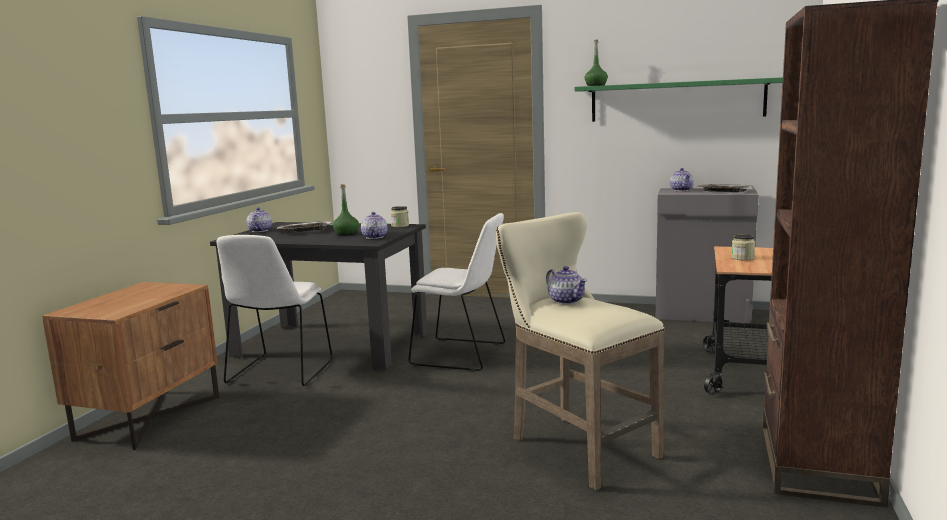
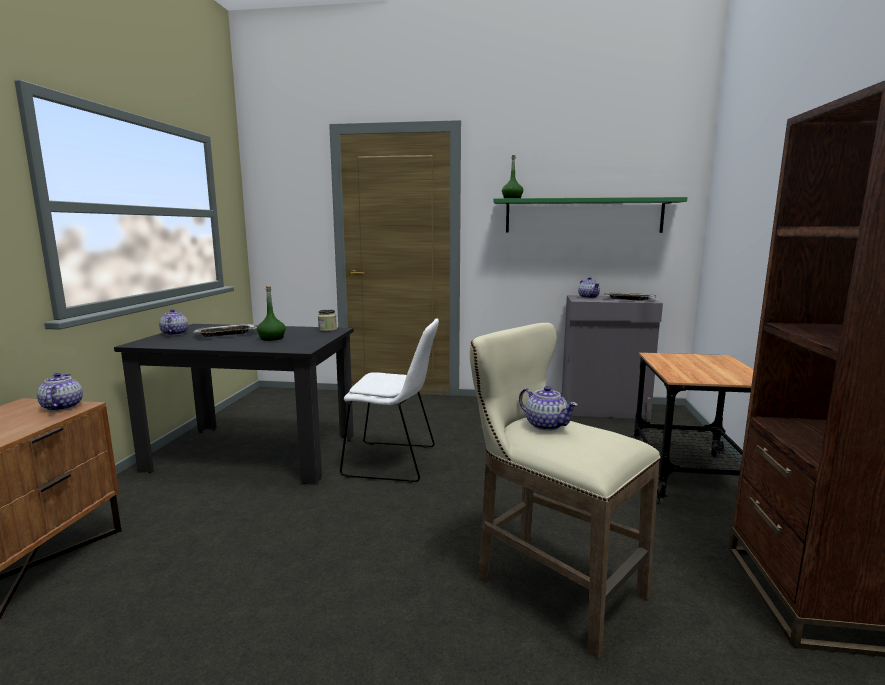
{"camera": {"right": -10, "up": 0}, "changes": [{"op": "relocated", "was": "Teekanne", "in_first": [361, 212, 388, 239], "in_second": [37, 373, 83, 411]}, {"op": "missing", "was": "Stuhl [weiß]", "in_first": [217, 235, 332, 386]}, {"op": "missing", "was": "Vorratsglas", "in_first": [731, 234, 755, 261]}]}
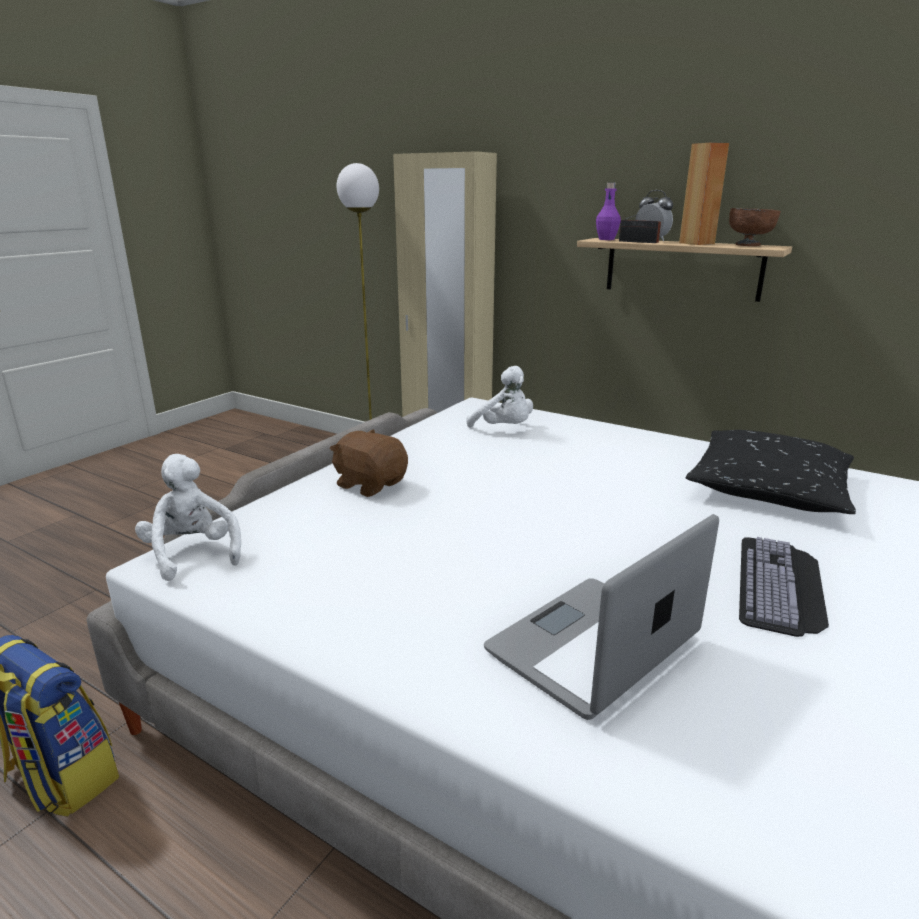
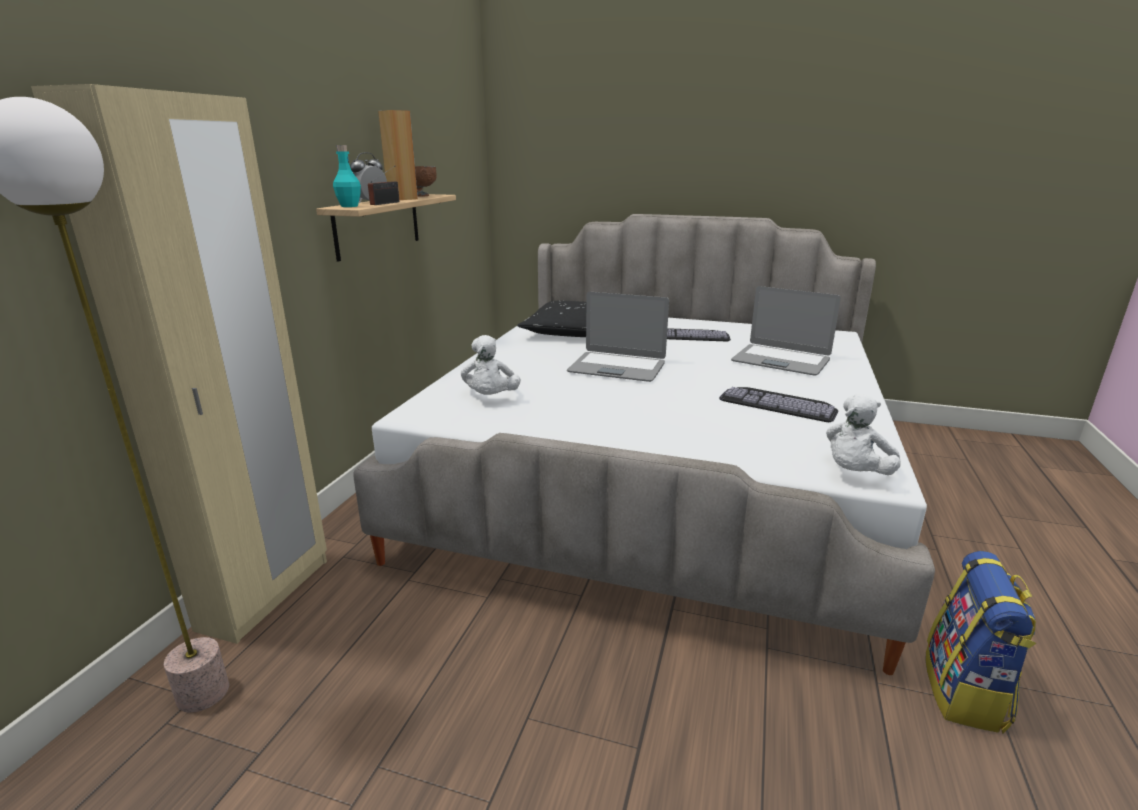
{"camera": {"right": -105, "up": 0}, "changes": [{"op": "colour", "was": "Flasche [lila]", "now": "Flasche [türkis]", "in_first": [596, 183, 621, 240], "in_second": [333, 145, 361, 207]}, {"op": "spun", "was": "Plüschtier [weiß]", "in_first": [466, 366, 533, 428], "in_second": [461, 335, 521, 395], "clockwise": 150}, {"op": "appeared", "now": "Laptop", "in_second": [567, 292, 669, 382]}, {"op": "appeared", "now": "Tastatur", "in_second": [719, 387, 838, 422]}, {"op": "missing", "was": "Plüschtier [braun]", "in_first": [330, 429, 408, 497]}]}
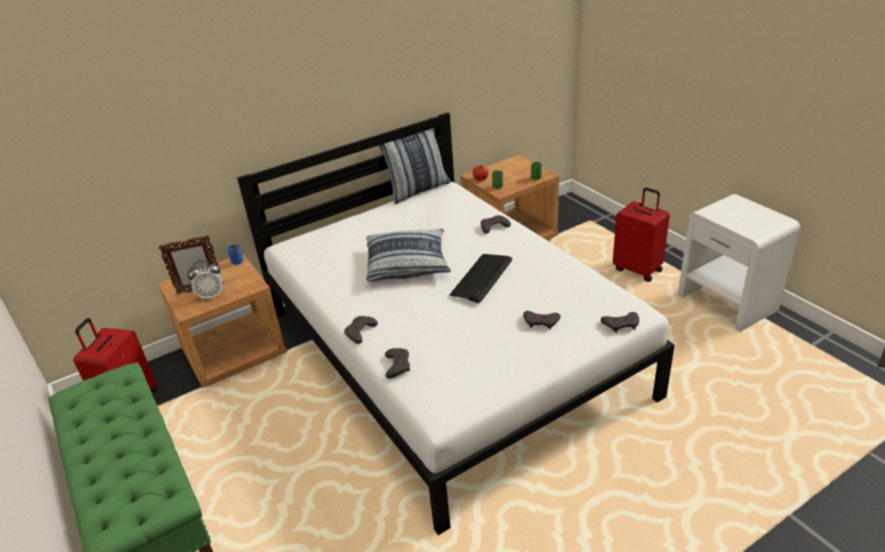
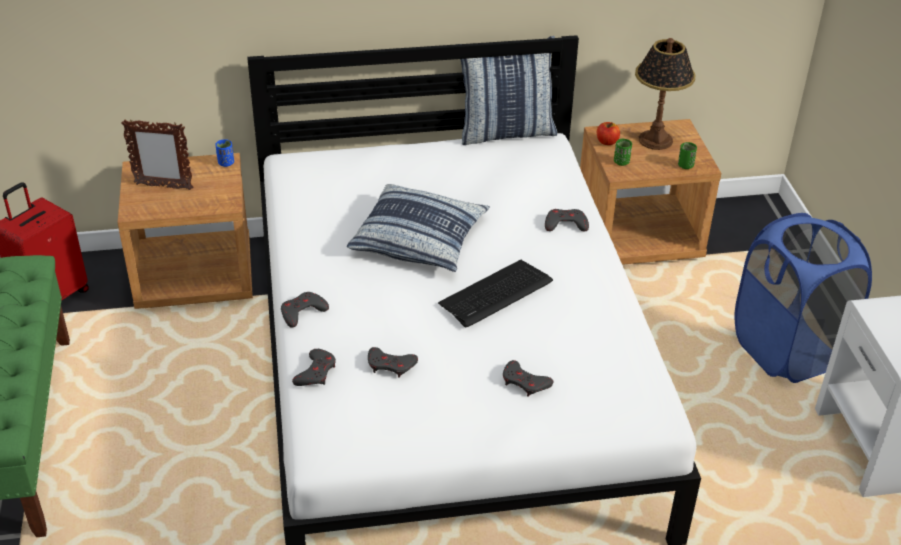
{"camera": {"right": 20, "up": 5}, "changes": [{"op": "relocated", "was": "Gamepad [grau]", "in_first": [601, 312, 639, 333], "in_second": [368, 347, 418, 378]}, {"op": "appeared", "now": "Tischlampe", "in_second": [635, 38, 696, 150]}, {"op": "exchanged", "was": "Koffer [rot]", "now": "Wäschekorb [blau]", "in_first": [613, 187, 670, 282], "in_second": [734, 213, 872, 383]}, {"op": "missing", "was": "Wecker", "in_first": [187, 261, 223, 301]}]}
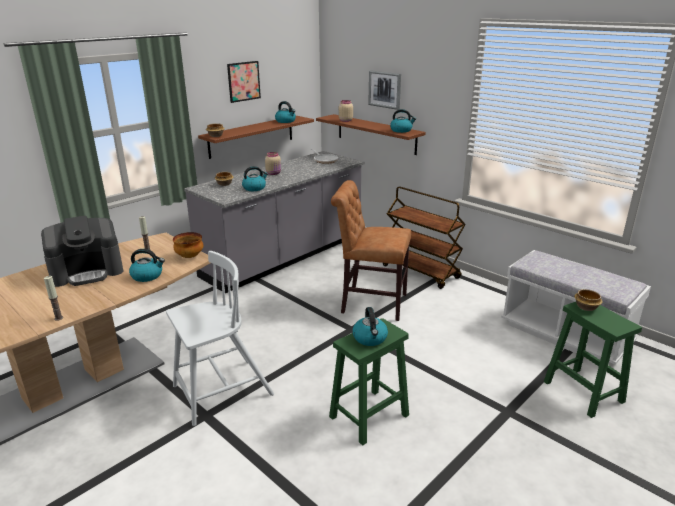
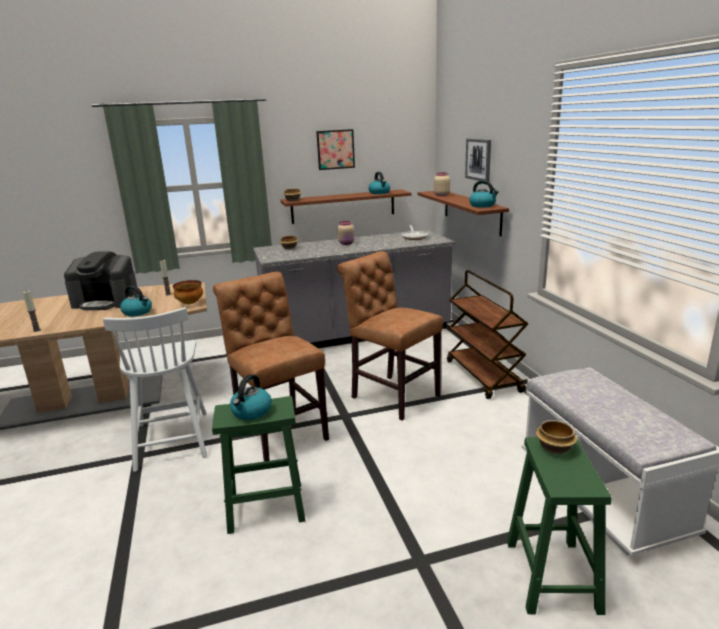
{"camera": {"right": 30, "up": -5}, "changes": [{"op": "spun", "was": "Stuhl [weiß]", "in_first": [166, 251, 274, 426], "in_second": [103, 307, 207, 472], "clockwise": 75}, {"op": "appeared", "now": "Stuhl [braun]", "in_second": [213, 272, 329, 462]}, {"op": "missing", "was": "Wasserkessel", "in_first": [242, 166, 268, 191]}]}
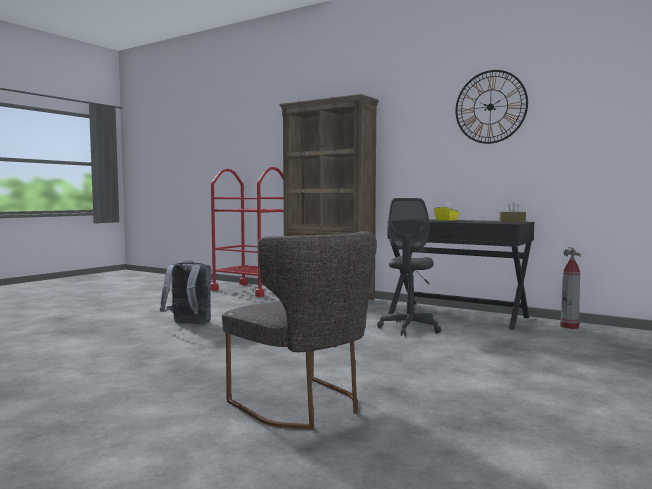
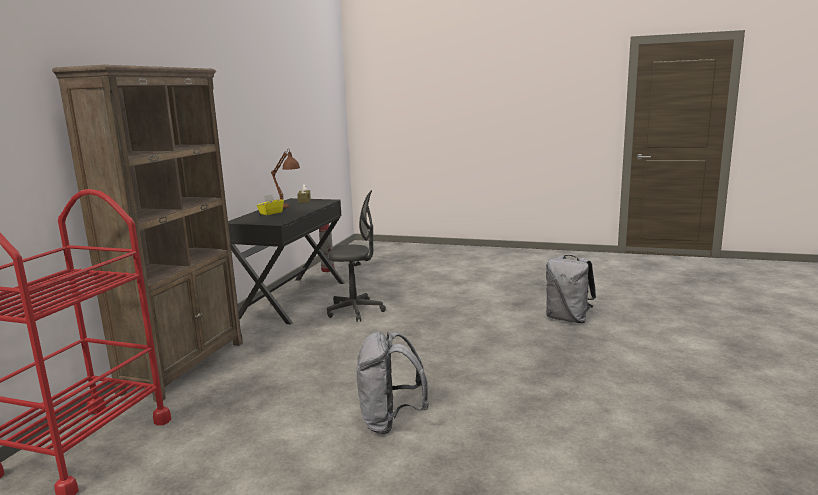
{"camera": {"right": -105, "up": 10}, "changes": [{"op": "appeared", "now": "Tischlampe [braun]", "in_second": [271, 148, 300, 209]}, {"op": "exchanged", "was": "Stuhl [grau]", "now": "Rucksack [grau]", "in_first": [222, 231, 377, 429], "in_second": [546, 255, 596, 323]}, {"op": "missing", "was": "Wanduhr", "in_first": [455, 70, 528, 144]}]}
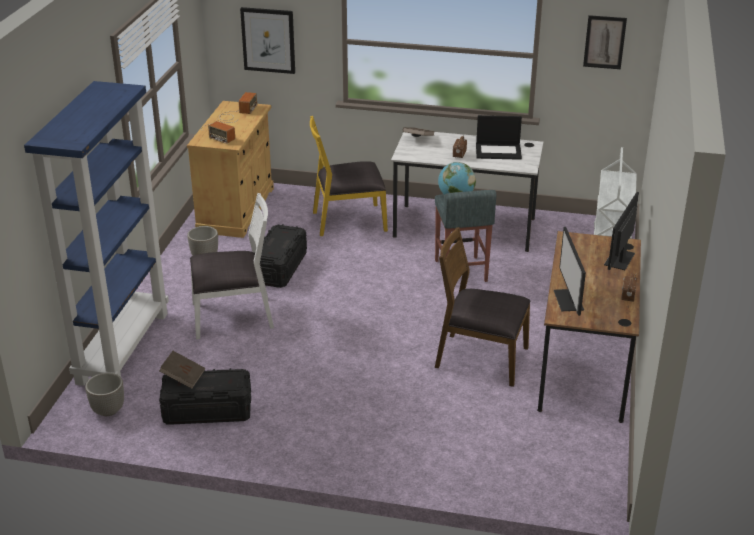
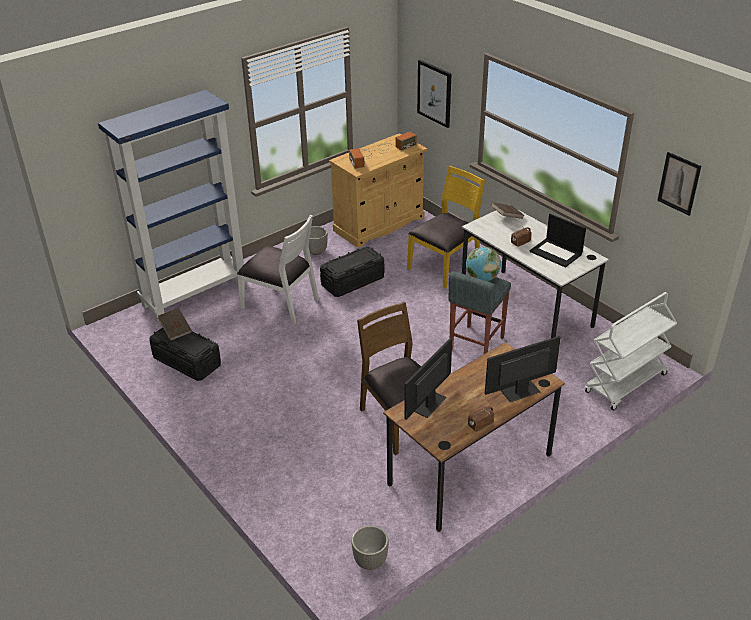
{"camera": {"right": 40, "up": 5}, "changes": [{"op": "relocated", "was": "Pflanzkübel", "in_first": [85, 373, 124, 416], "in_second": [351, 526, 389, 570]}, {"op": "spun", "was": "Stuhl [gelb]", "in_first": [310, 116, 388, 236], "in_second": [407, 166, 485, 288], "clockwise": 105}]}
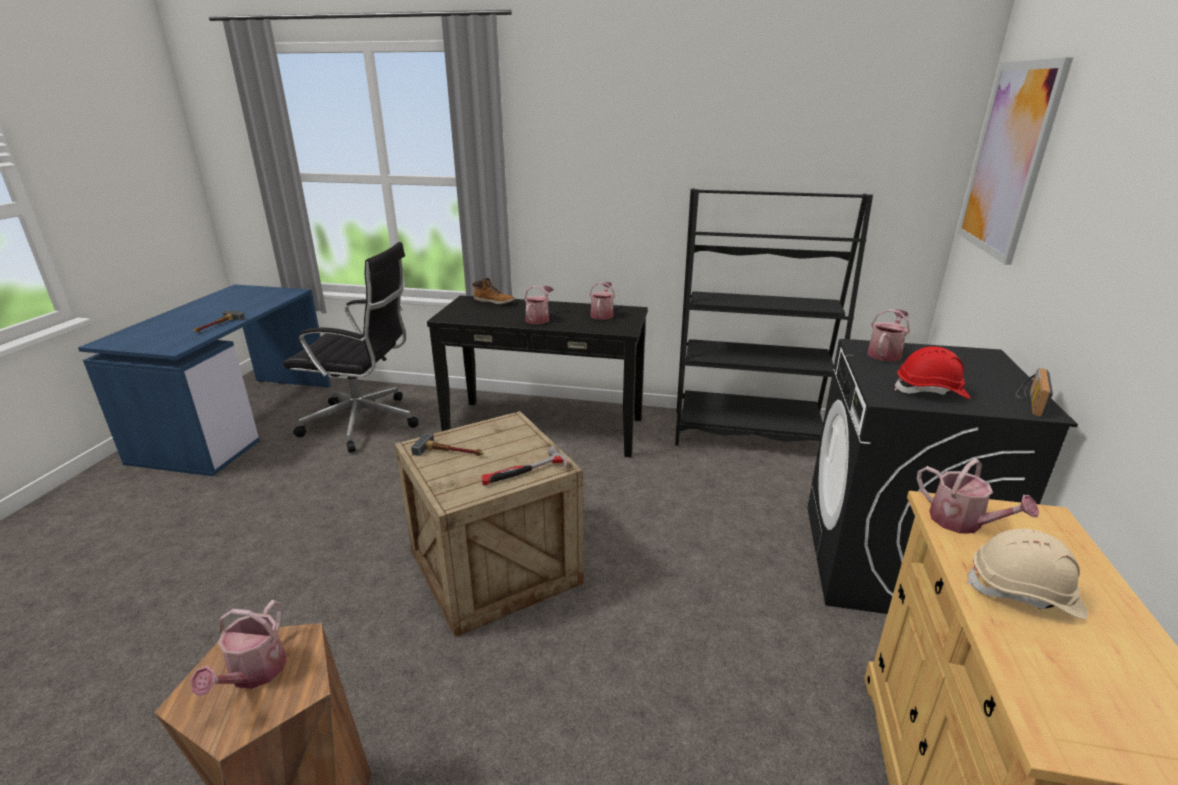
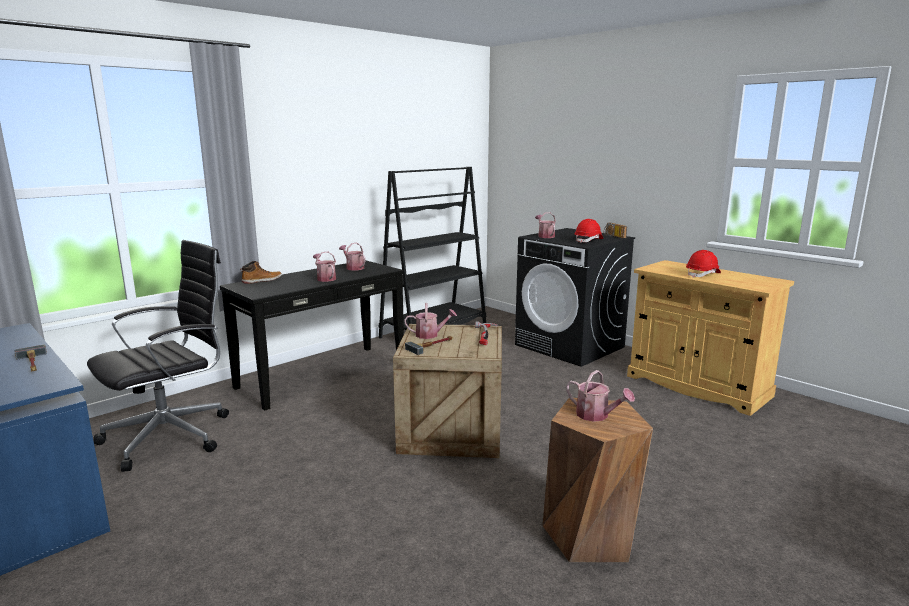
{"camera": {"right": -55, "up": -10}, "changes": [{"op": "relocated", "was": "Gießkanne", "in_first": [917, 459, 1039, 533], "in_second": [404, 303, 457, 339]}, {"op": "colour", "was": "Schutzhelm [beige]", "now": "Schutzhelm [rot]", "in_first": [967, 529, 1088, 620], "in_second": [686, 250, 721, 278]}, {"op": "missing", "was": "Bild", "in_first": [957, 57, 1073, 265]}]}
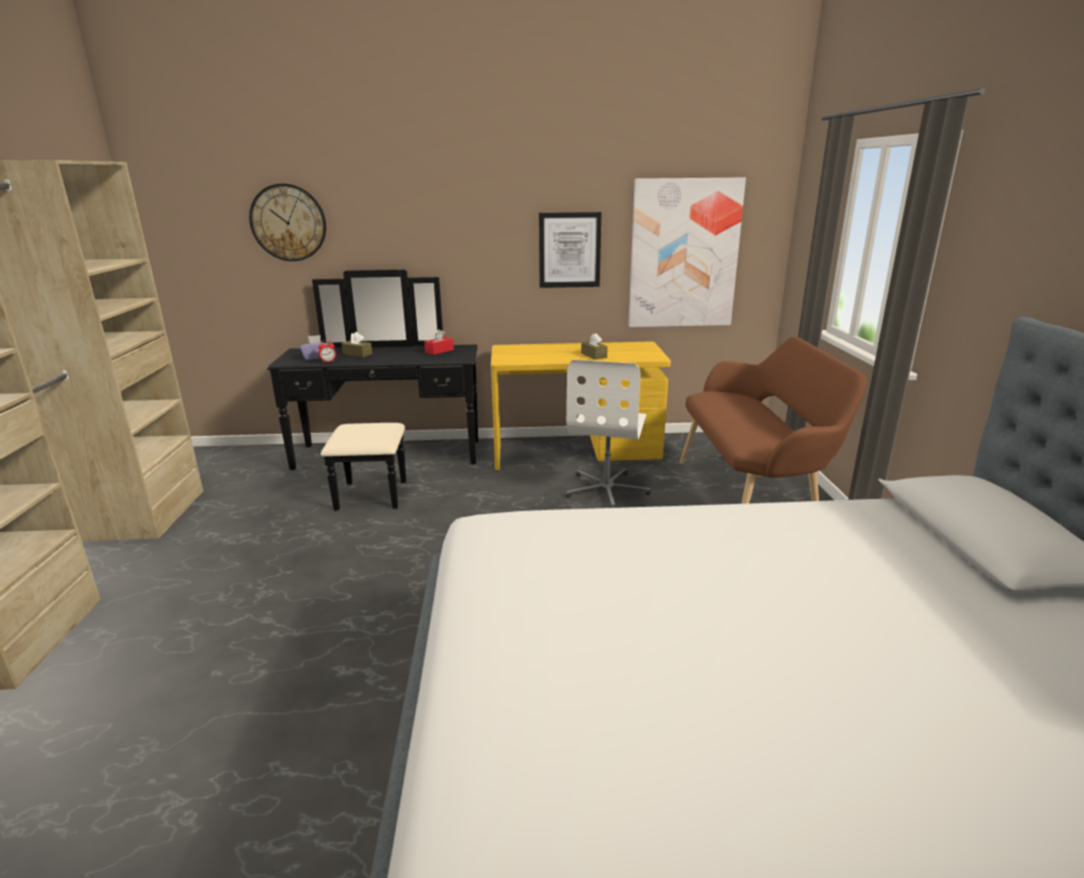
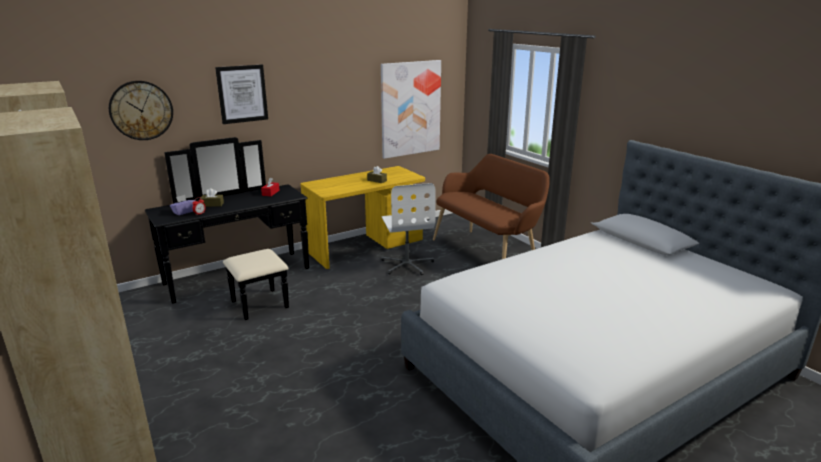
{"camera": {"right": -30, "up": 0}, "changes": [{"op": "relocated", "was": "Bild", "in_first": [539, 212, 601, 288], "in_second": [215, 65, 268, 124]}]}
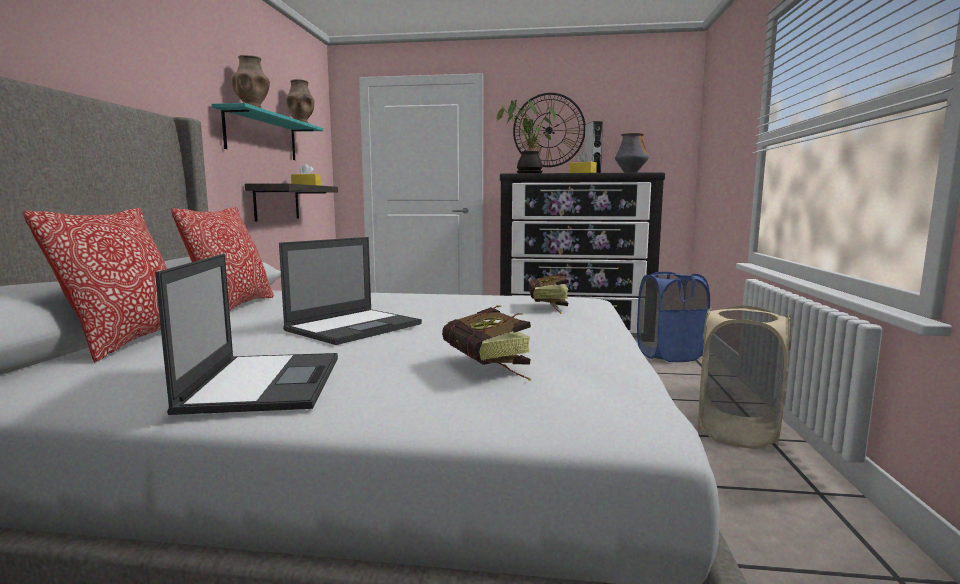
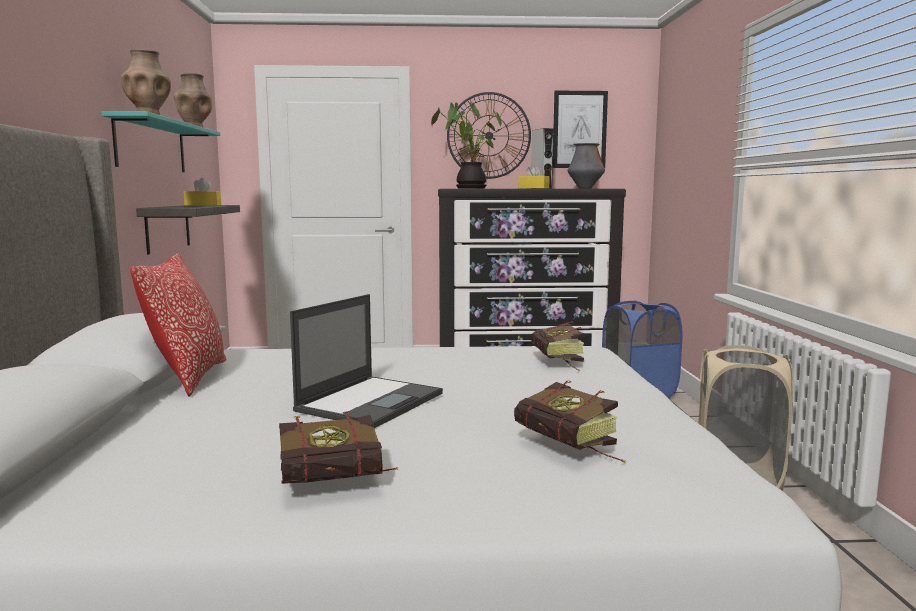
{"camera": {"right": -10, "up": 0}, "changes": [{"op": "exchanged", "was": "Laptop", "now": "Buch", "in_first": [155, 254, 338, 415], "in_second": [279, 411, 398, 484]}, {"op": "appeared", "now": "Bild", "in_second": [553, 91, 608, 168]}, {"op": "missing", "was": "Kissen", "in_first": [23, 208, 167, 363]}]}
